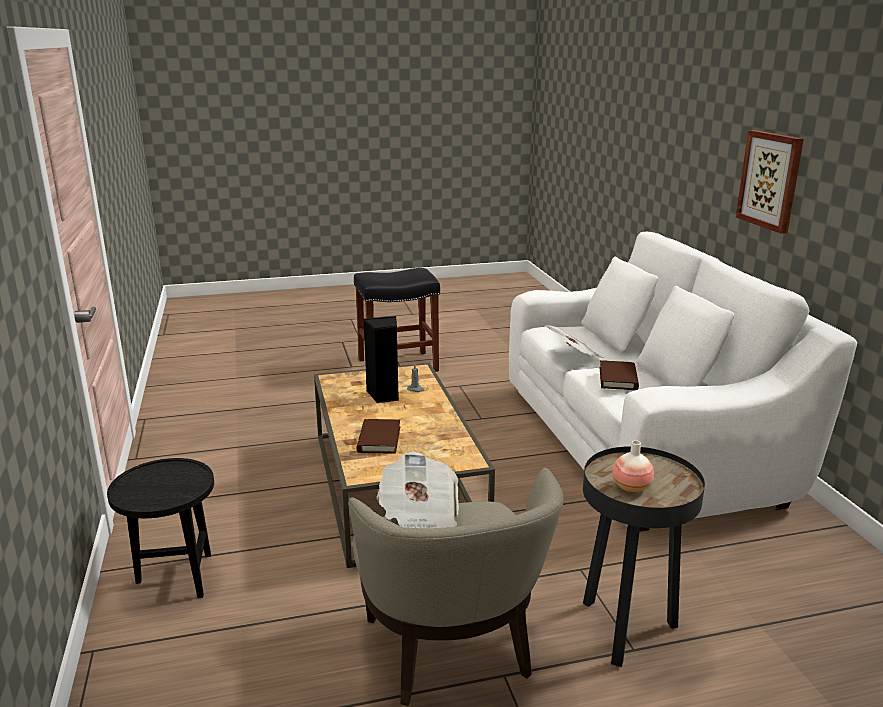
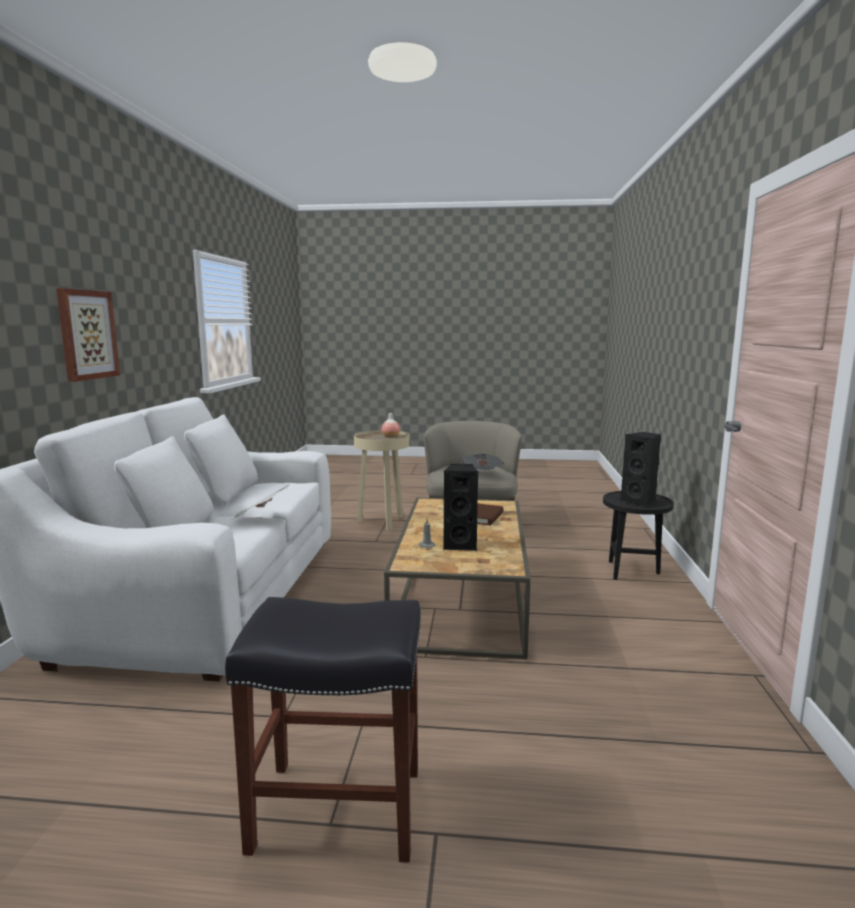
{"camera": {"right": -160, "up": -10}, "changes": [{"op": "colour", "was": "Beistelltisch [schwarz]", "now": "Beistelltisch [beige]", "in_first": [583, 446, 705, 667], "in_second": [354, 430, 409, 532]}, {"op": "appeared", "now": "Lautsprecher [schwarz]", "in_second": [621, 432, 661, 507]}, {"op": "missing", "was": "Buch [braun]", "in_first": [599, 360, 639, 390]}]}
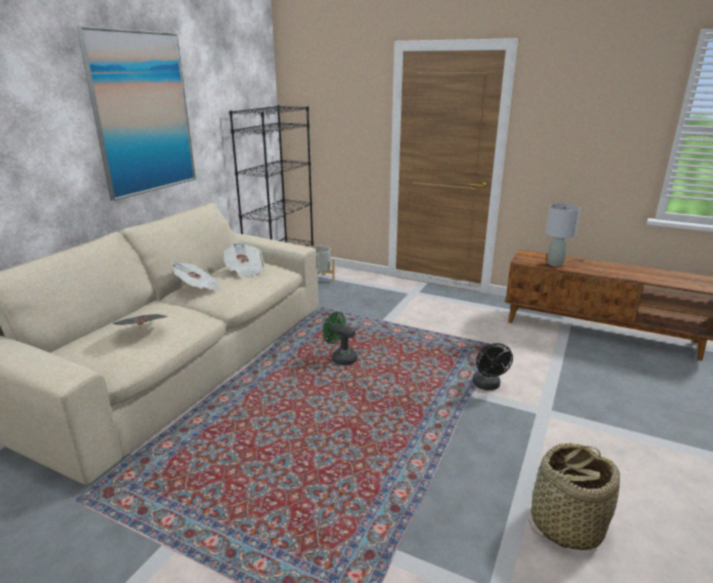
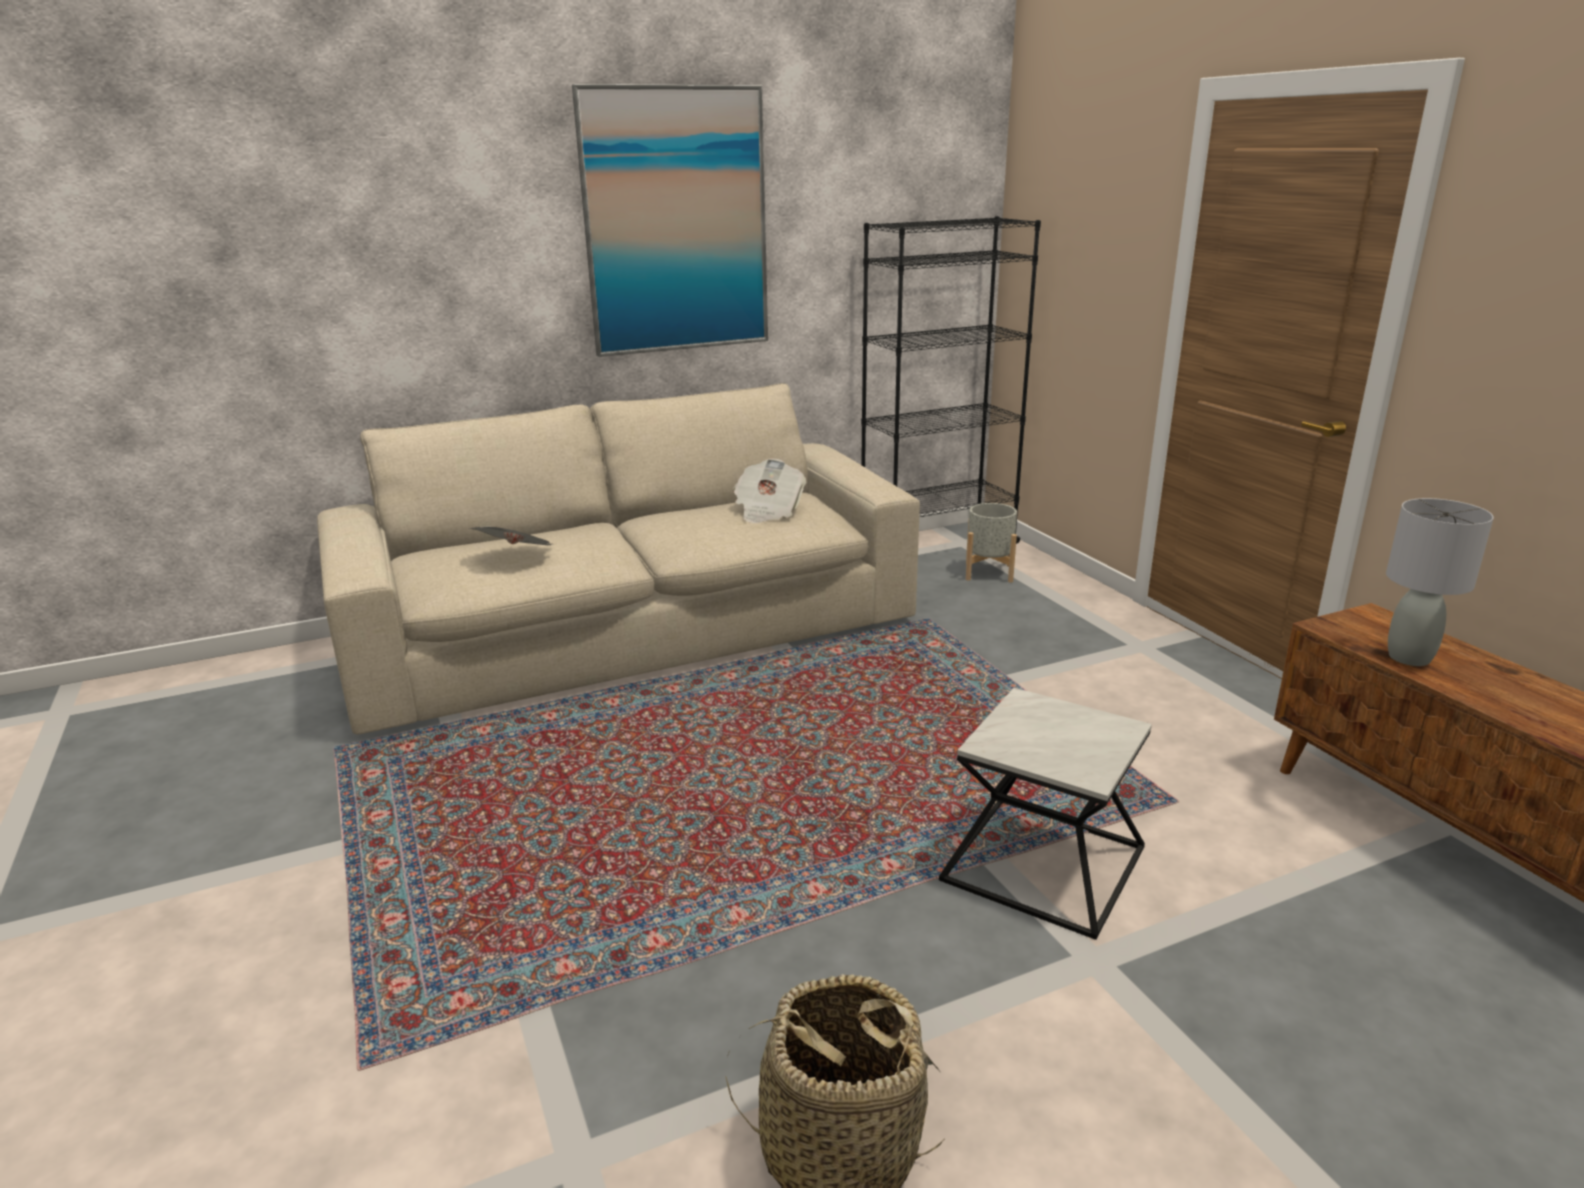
{"camera": {"right": 40, "up": 0}, "changes": [{"op": "exchanged", "was": "Ventilator [schwarz]", "now": "Beistelltisch", "in_first": [472, 343, 513, 390], "in_second": [939, 688, 1152, 940]}, {"op": "missing", "was": "Zeitung", "in_first": [171, 263, 220, 291]}, {"op": "missing", "was": "Ventilator [grün]", "in_first": [323, 312, 358, 365]}]}
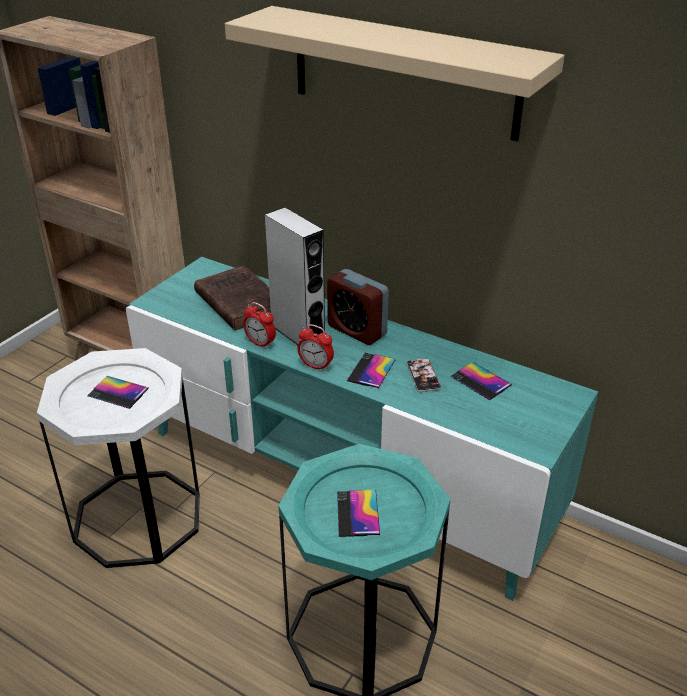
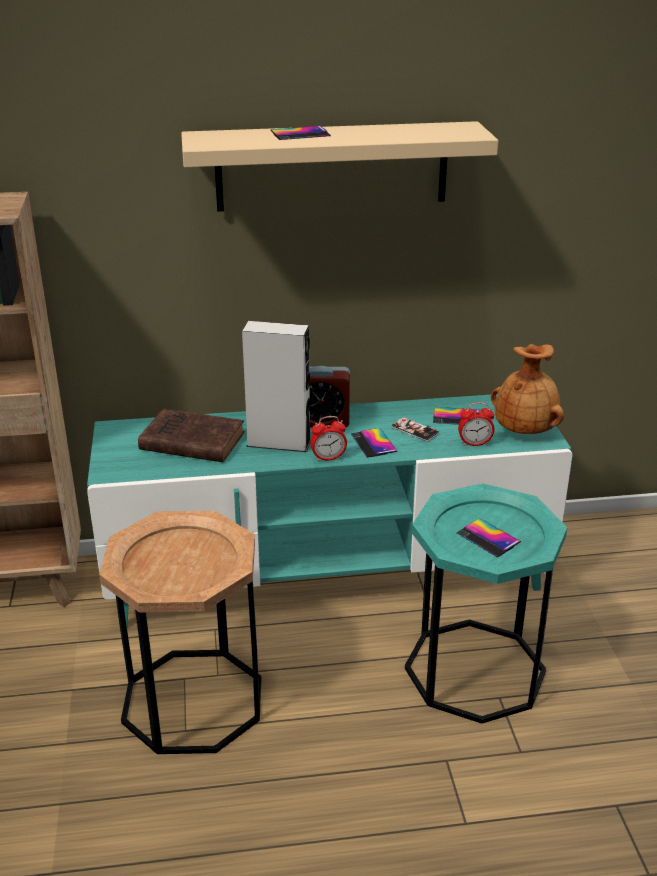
{"camera": {"right": -40, "up": -5}, "changes": [{"op": "colour", "was": "Beistelltisch [weiß]", "now": "Beistelltisch [braun]", "in_first": [37, 348, 200, 568], "in_second": [99, 511, 262, 754]}, {"op": "relocated", "was": "Handy", "in_first": [87, 376, 149, 409], "in_second": [271, 126, 331, 140]}, {"op": "relocated", "was": "Wecker", "in_first": [243, 302, 276, 349], "in_second": [458, 402, 494, 446]}, {"op": "appeared", "now": "Vase [braun]", "in_second": [491, 344, 564, 434]}]}
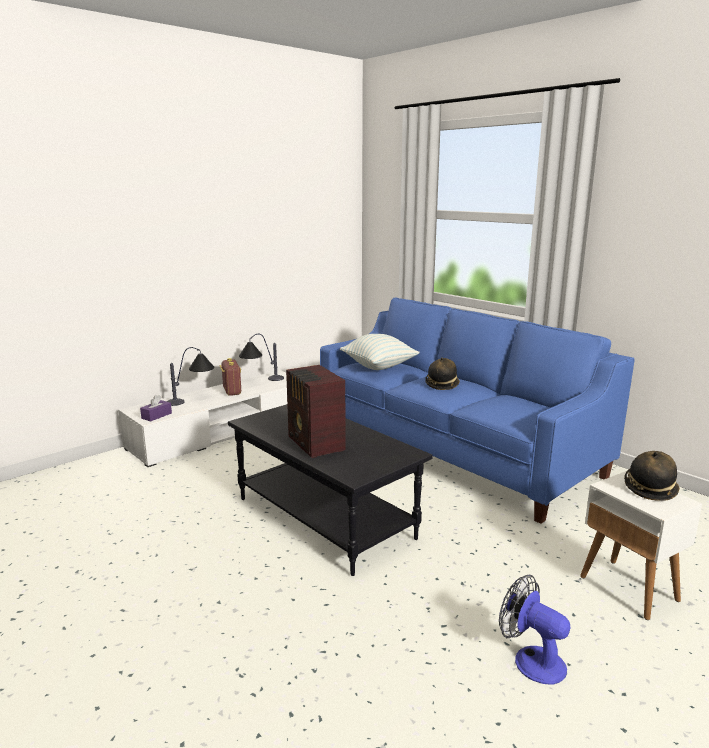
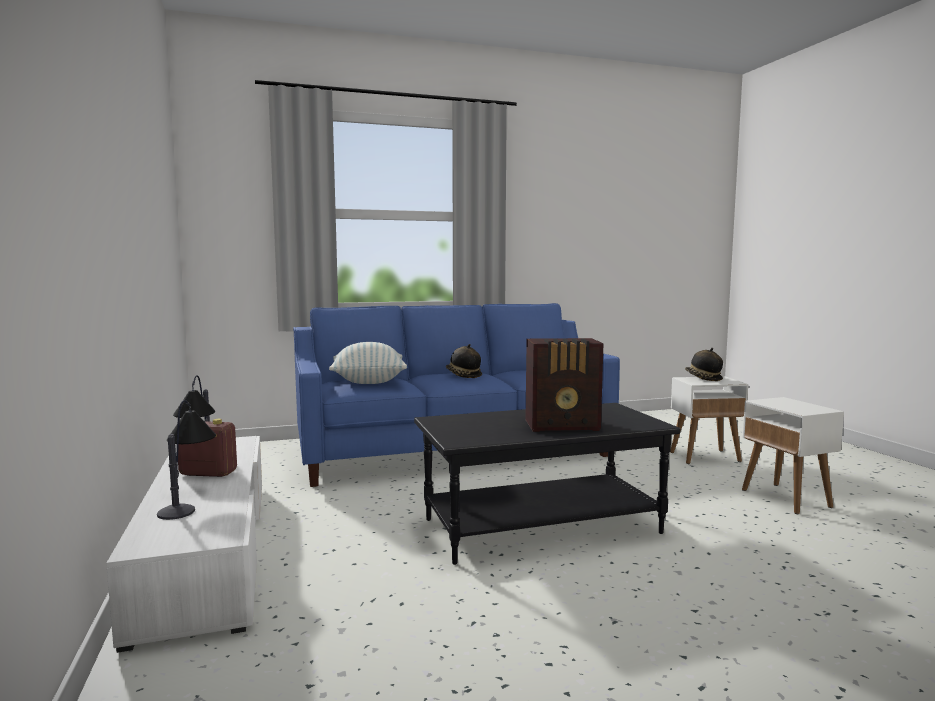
{"camera": {"right": -65, "up": -10}, "changes": [{"op": "exchanged", "was": "Ventilator", "now": "Beistelltisch [weiß]", "in_first": [499, 575, 570, 684], "in_second": [742, 397, 844, 514]}, {"op": "missing", "was": "Taschentuchbox [lila]", "in_first": [140, 395, 172, 422]}]}
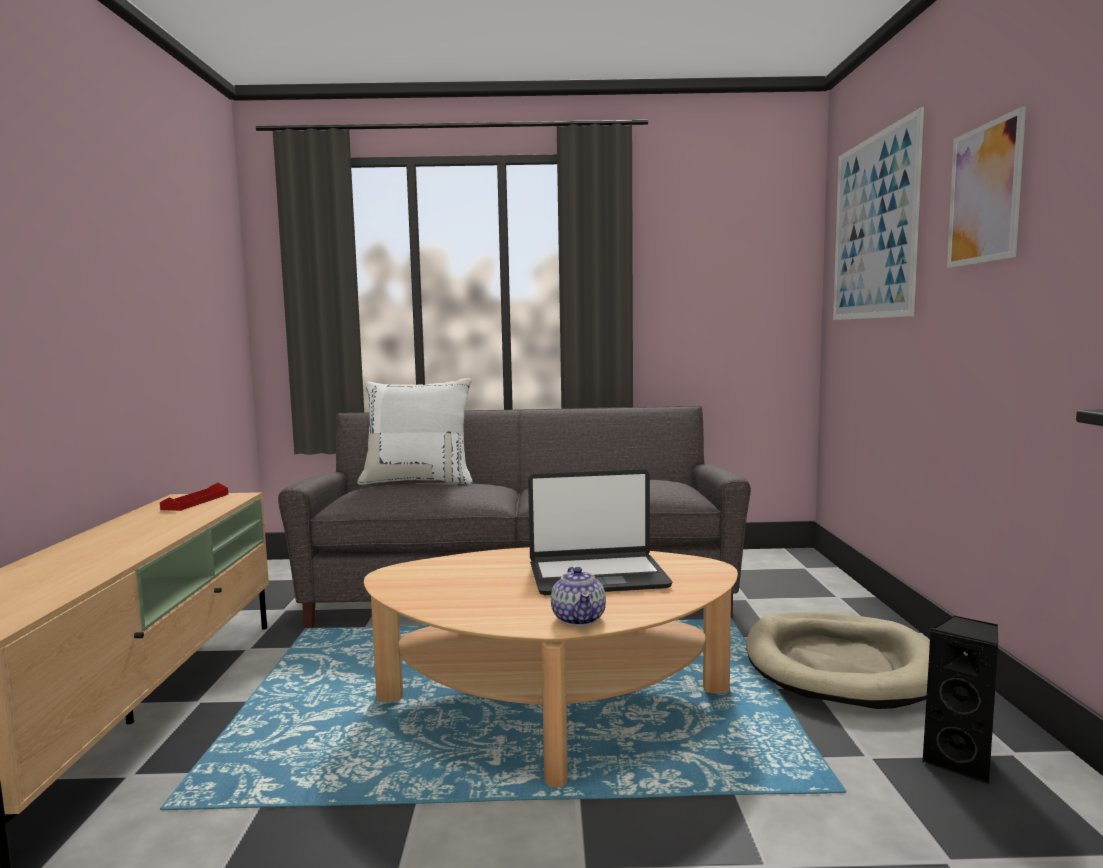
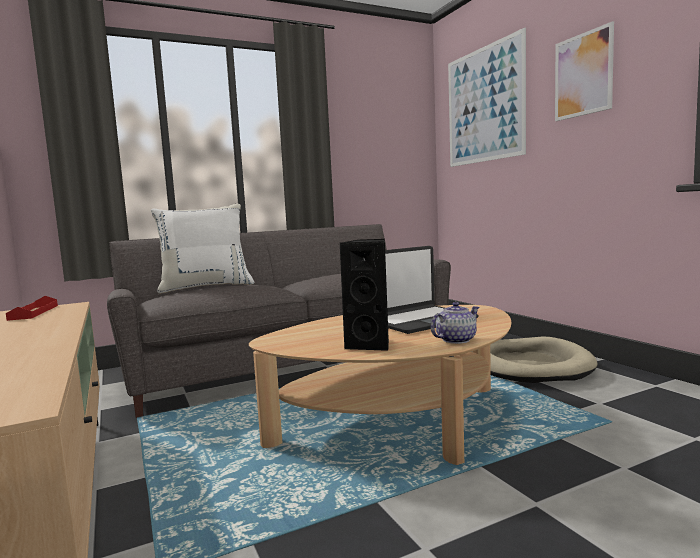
{"camera": {"right": -25, "up": 0}, "changes": [{"op": "relocated", "was": "Lautsprecher [schwarz]", "in_first": [922, 616, 999, 784], "in_second": [340, 239, 389, 351]}, {"op": "spun", "was": "Teekanne", "in_first": [551, 567, 606, 626], "in_second": [431, 302, 479, 344], "clockwise": -90}]}
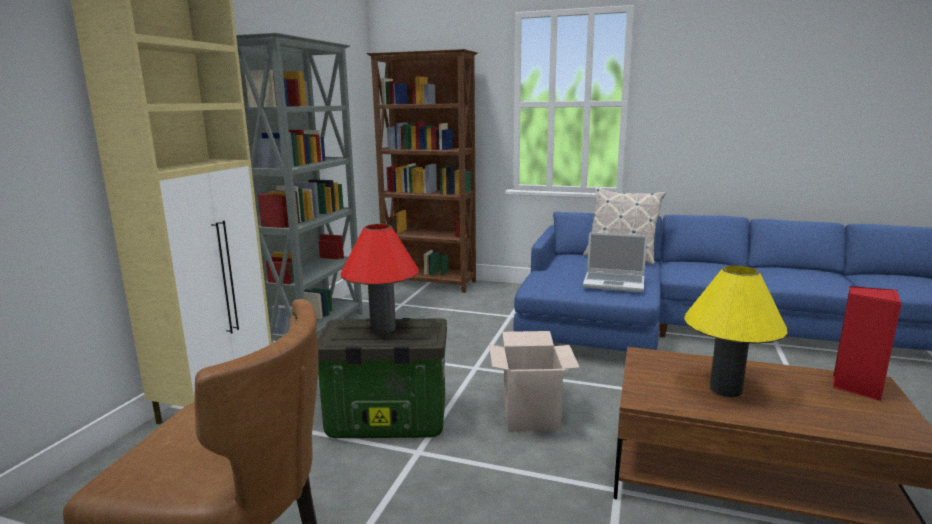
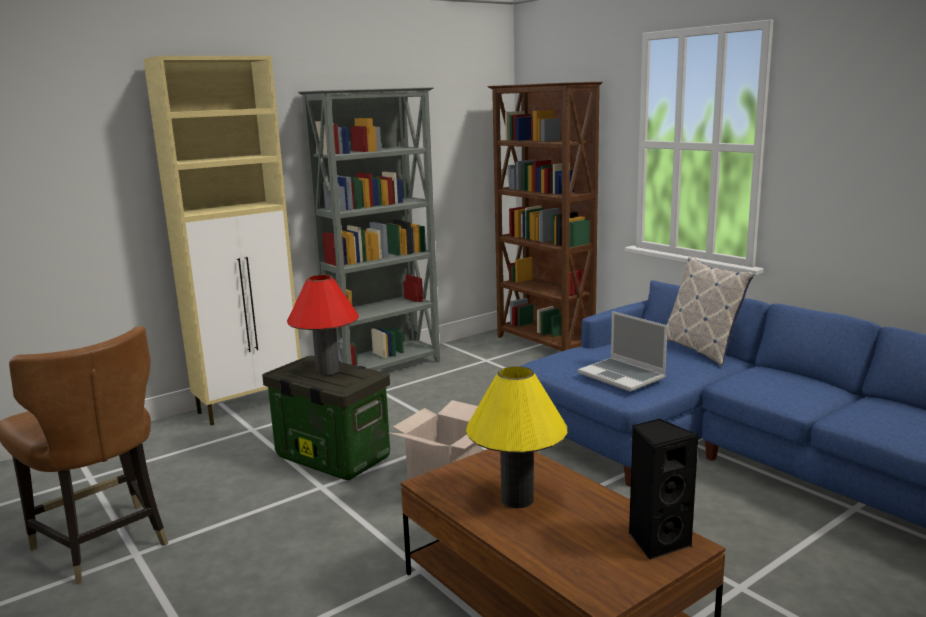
{"camera": {"right": 35, "up": 0}, "changes": [{"op": "colour", "was": "Lautsprecher [rot]", "now": "Lautsprecher [schwarz]", "in_first": [833, 286, 902, 401], "in_second": [629, 418, 699, 560]}]}
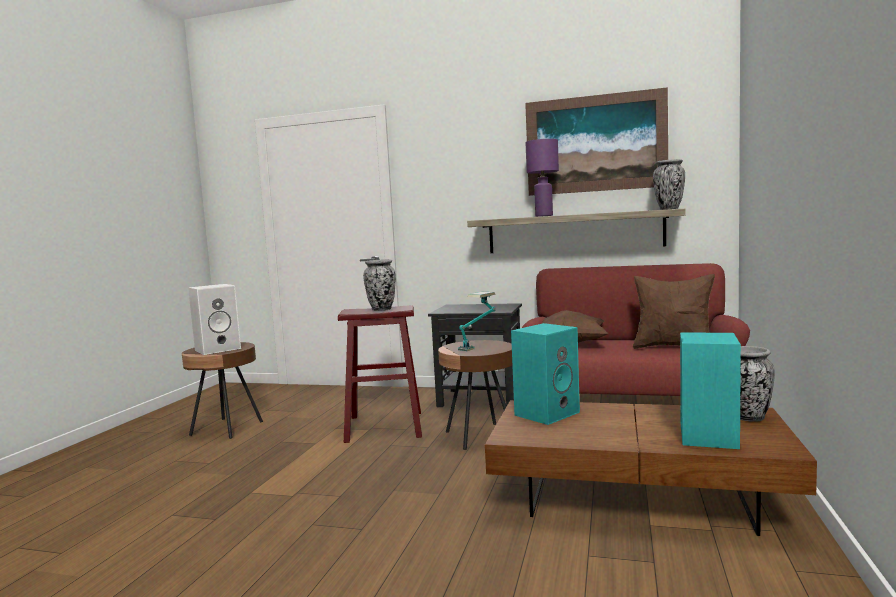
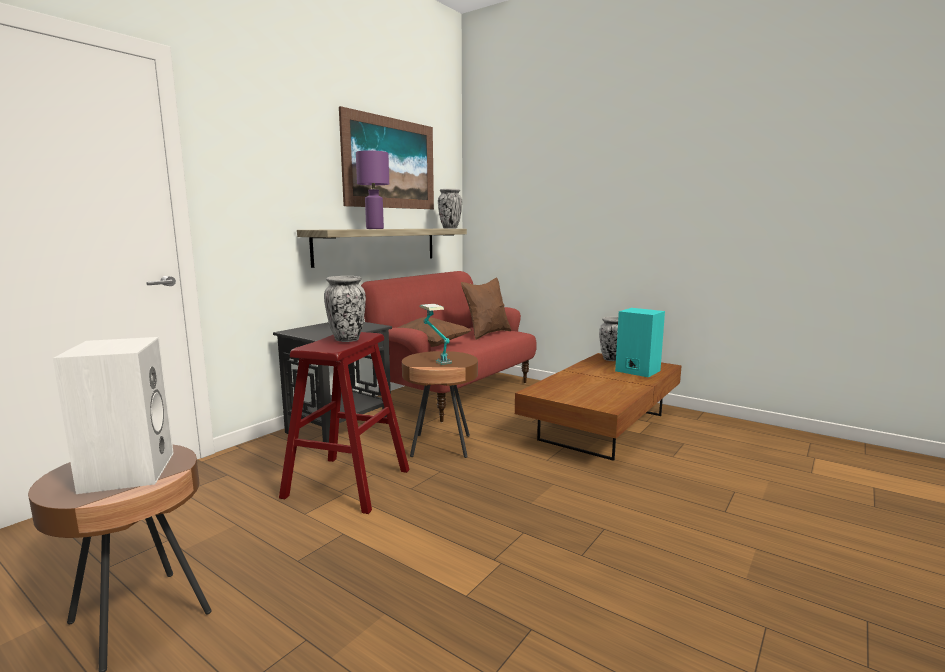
{"camera": {"right": -70, "up": 5}, "changes": [{"op": "missing", "was": "Lautsprecher [türkis]", "in_first": [511, 323, 580, 425]}]}
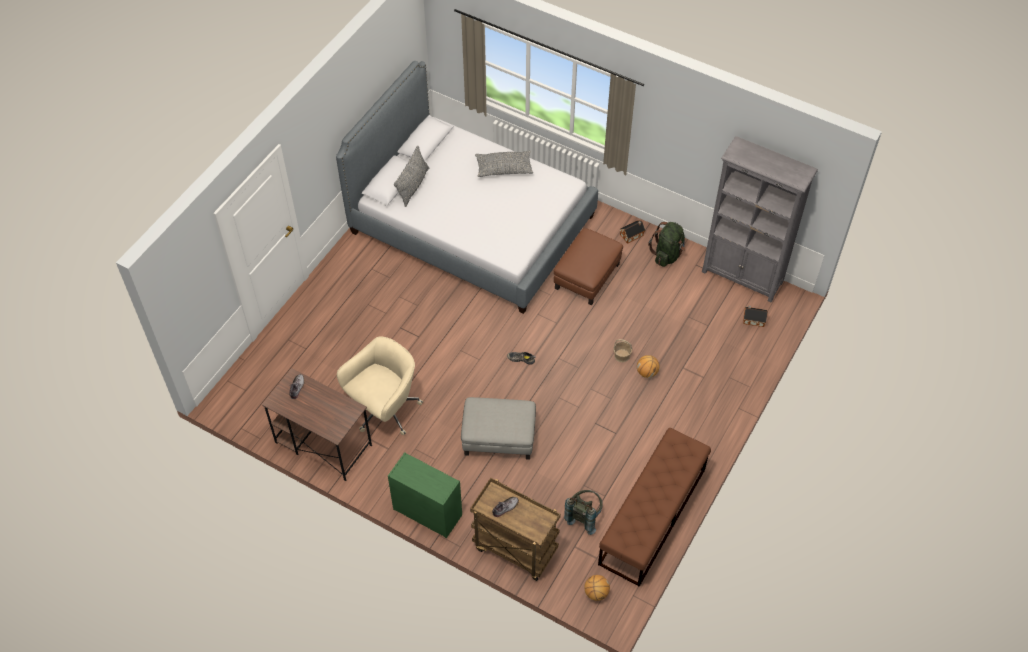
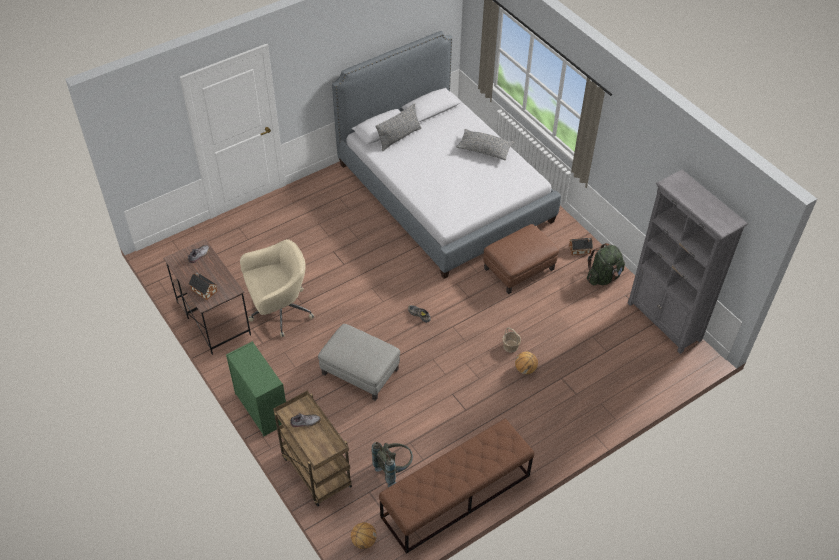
{"camera": {"right": 25, "up": -5}, "changes": [{"op": "relocated", "was": "Spielzeughaus", "in_first": [743, 306, 768, 327], "in_second": [189, 272, 217, 300]}]}
